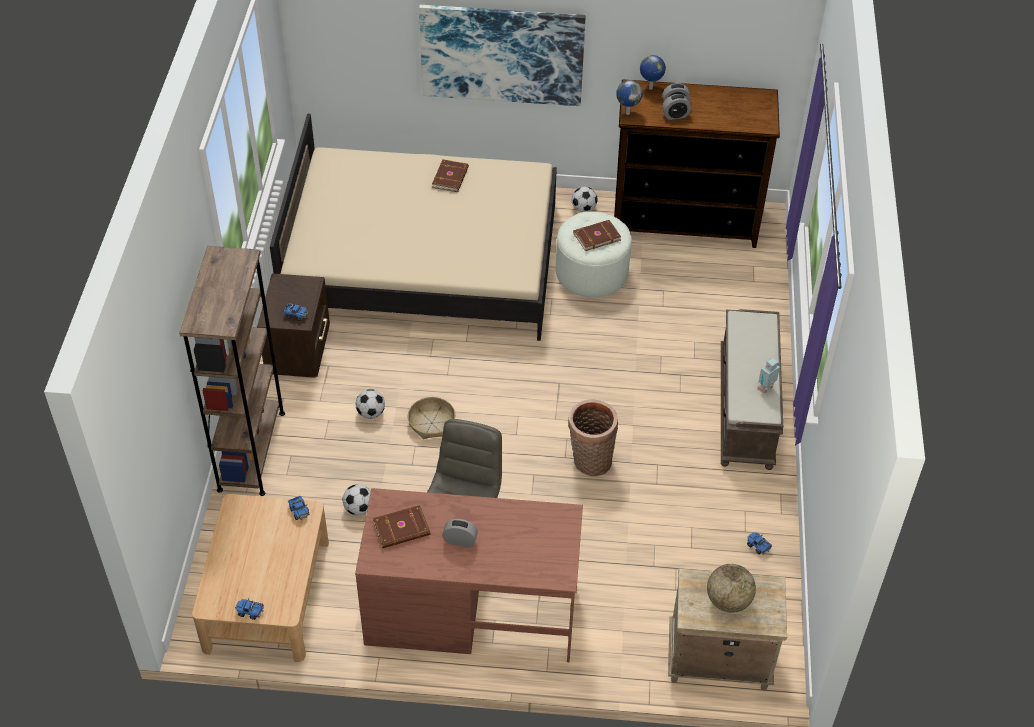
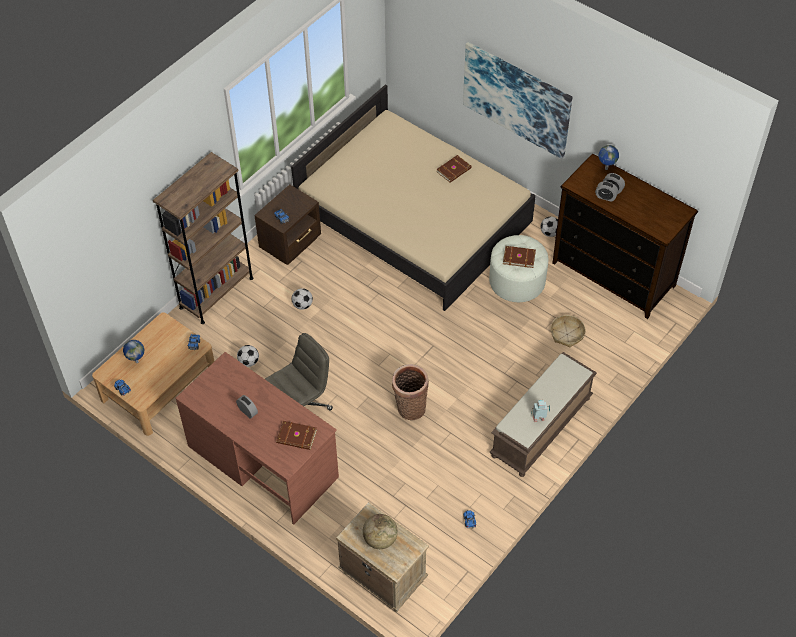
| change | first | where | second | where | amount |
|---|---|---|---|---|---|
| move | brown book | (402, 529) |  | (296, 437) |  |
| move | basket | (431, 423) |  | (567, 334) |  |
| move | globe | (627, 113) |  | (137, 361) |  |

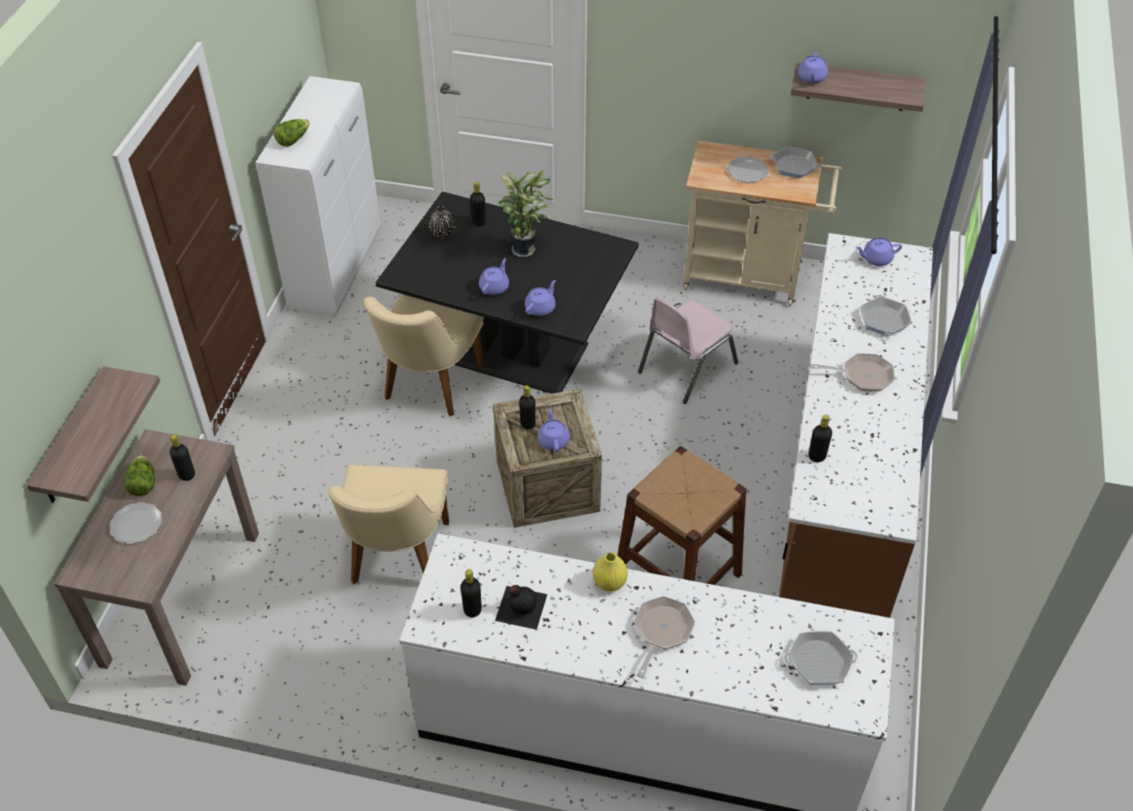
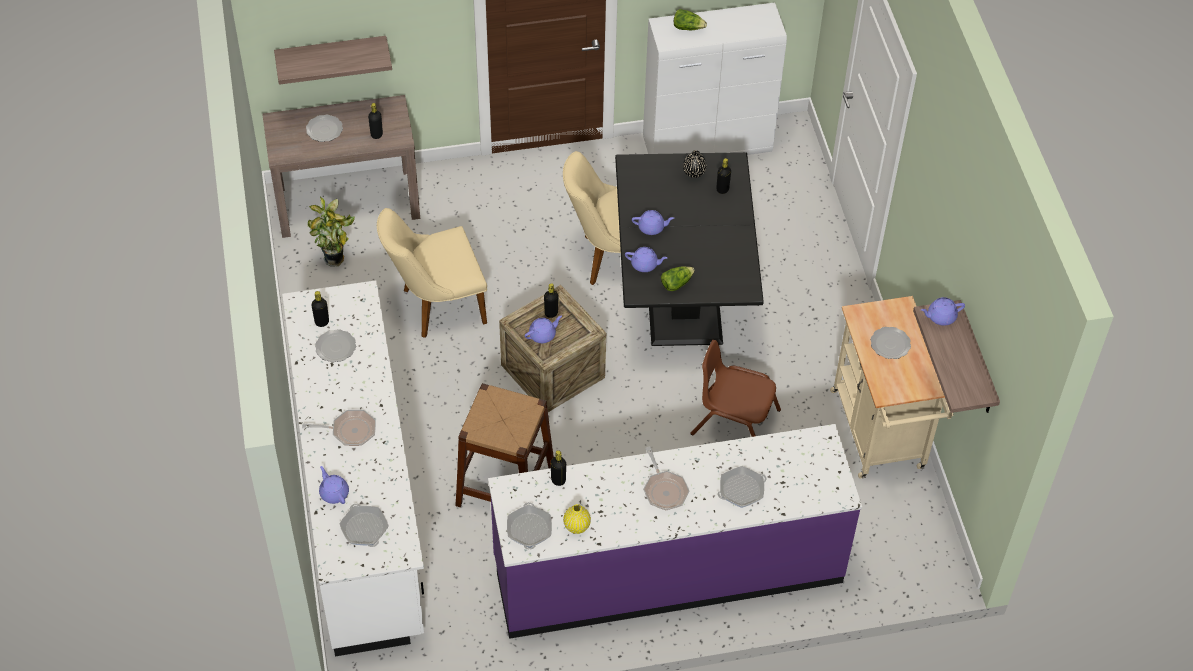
| change | first | where | second | where | amount |
|---|---|---|---|---|---|
| move | lettuce | (142, 483) |  | (676, 283) |  |
| move | potted plant | (525, 248) |  | (336, 260) |  |
| move | yellow vase | (609, 582) |  | (577, 526) |  |
| move | frying pan | (794, 166) |  | (529, 529) |  |
| move | purple teapot | (876, 259) |  | (334, 493) |  |
| replace | black bottle | (520, 606) | plate | (336, 346) |  |
| recolor | pink chair | (686, 367) | brown chair | (735, 422) |  |
| recolor | brown counter | (840, 478) | purple counter | (667, 570) |  |

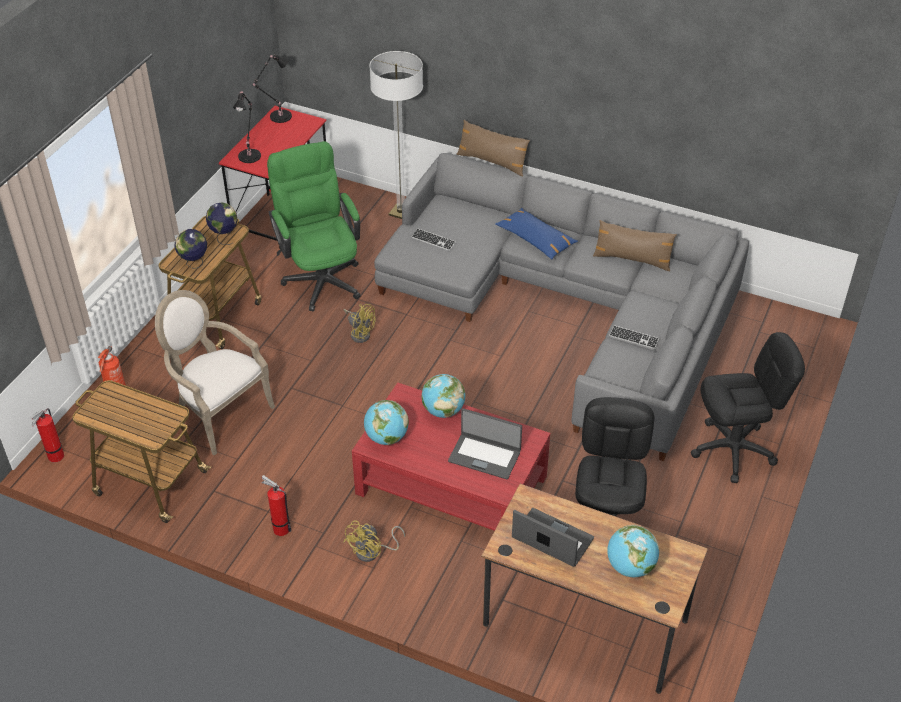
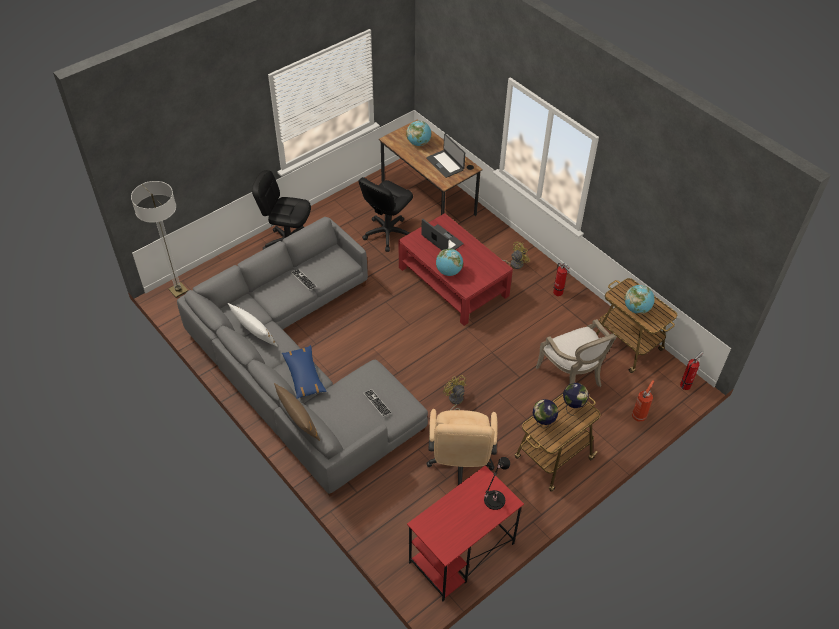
| change | first | where | second | where | amount |
|---|---|---|---|---|---|
| delete | black table lamp | (278, 117) |  |  |  |
| move | globe | (386, 437) |  | (636, 309) |  |
| move | floor lamp | (401, 212) |  | (178, 290) |  |
| recolor | green office chair | (321, 276) | beige office chair | (460, 465) |  |
| recolor | brown pillow | (632, 259) | white pillow | (254, 333) |  |

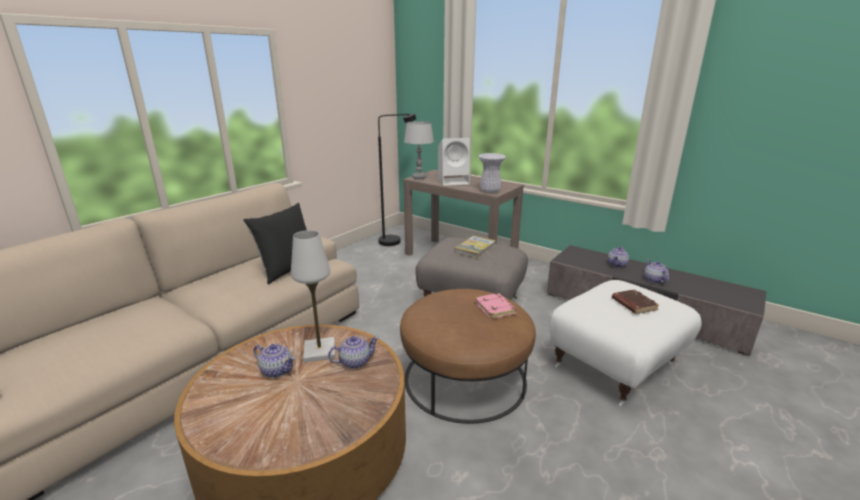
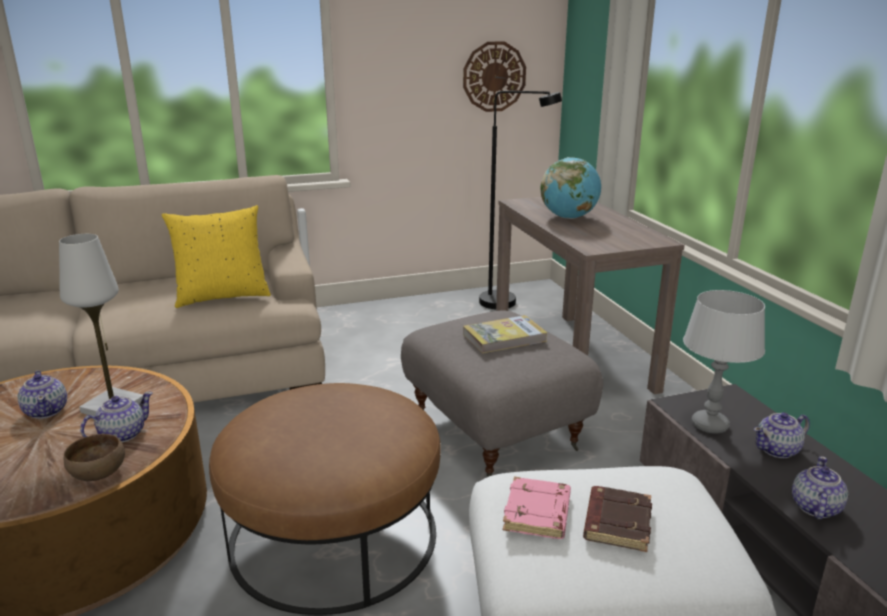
| change | first | where | second | where | amount |
|---|---|---|---|---|---|
| delete | white vase | (489, 191) |  |  |  |
| insert |  |  | brown bowl | (97, 473) |  |
| insert |  |  | wall clock | (494, 76) |  |
| move | grey table lamp | (419, 177) |  | (709, 425) |  |
| move | pink book | (495, 309) |  | (538, 514) |  |
| replace | white speaker | (454, 181) | globe | (568, 217) |  |
| recolor | black pillow | (288, 269) | yellow pillow | (222, 296) |  |
| rotate | teapot | (354, 362) |  | (121, 434) | 60 degrees counterclockwise |

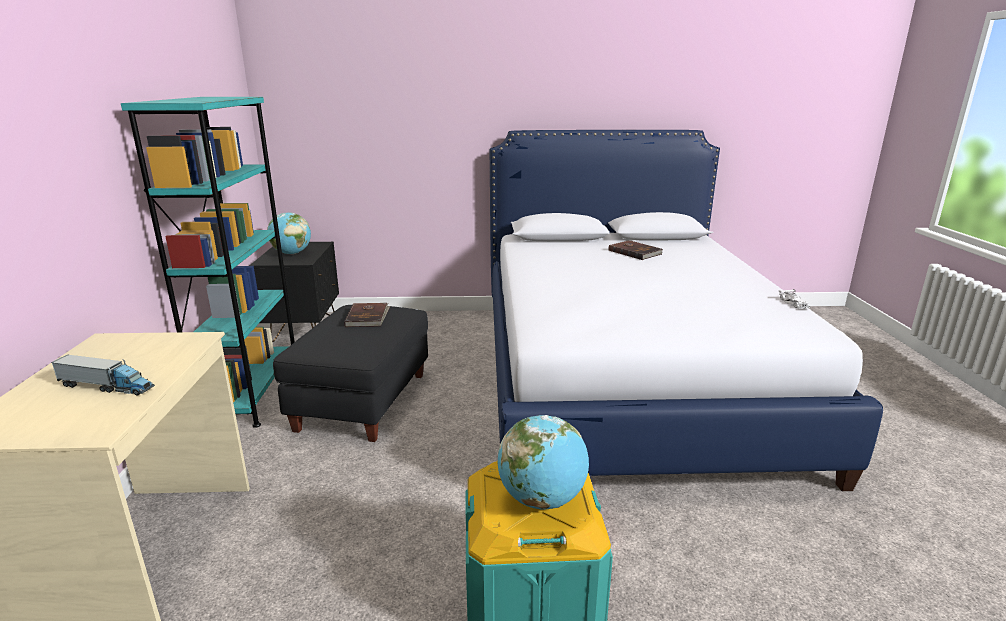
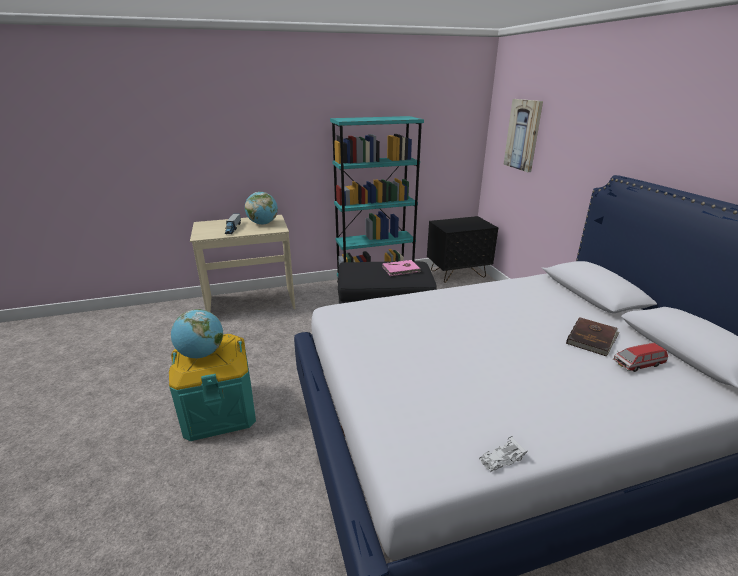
| change | first | where | second | where | amount |
|---|---|---|---|---|---|
| insert |  |  | picture | (523, 135) |  |
| insert |  |  | toy car | (638, 364) |  |
| move | globe | (291, 253) |  | (263, 223) |  |
| recolor | brown book | (368, 317) | pink book | (401, 269) |  |

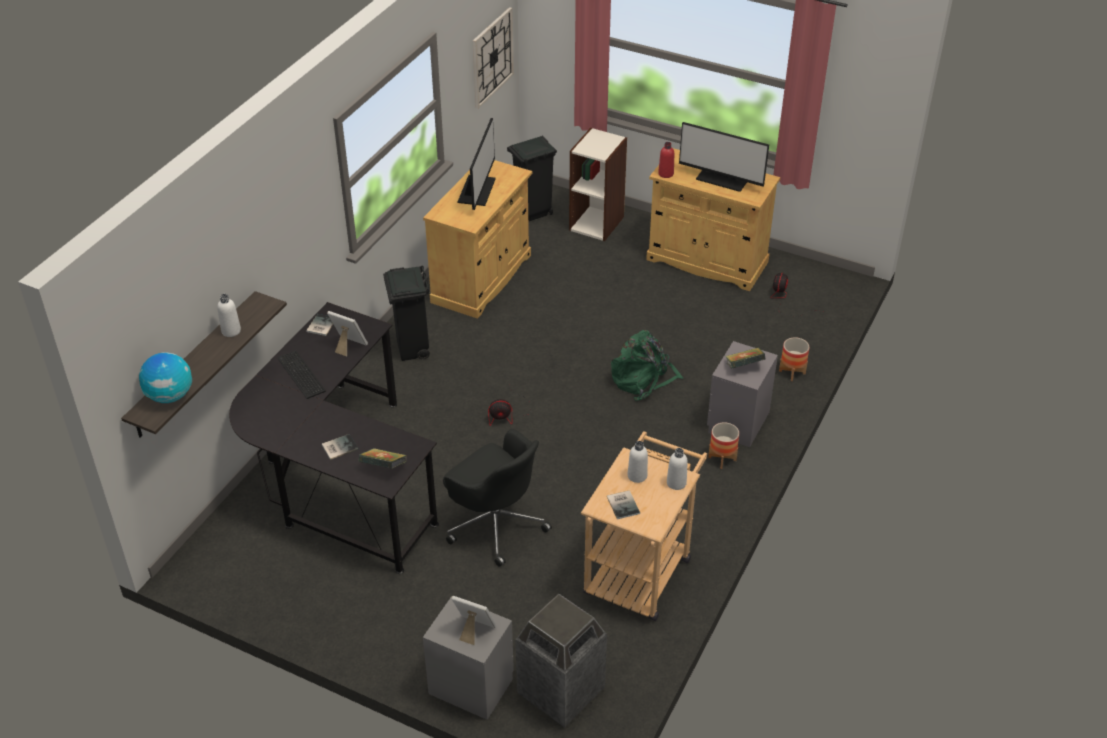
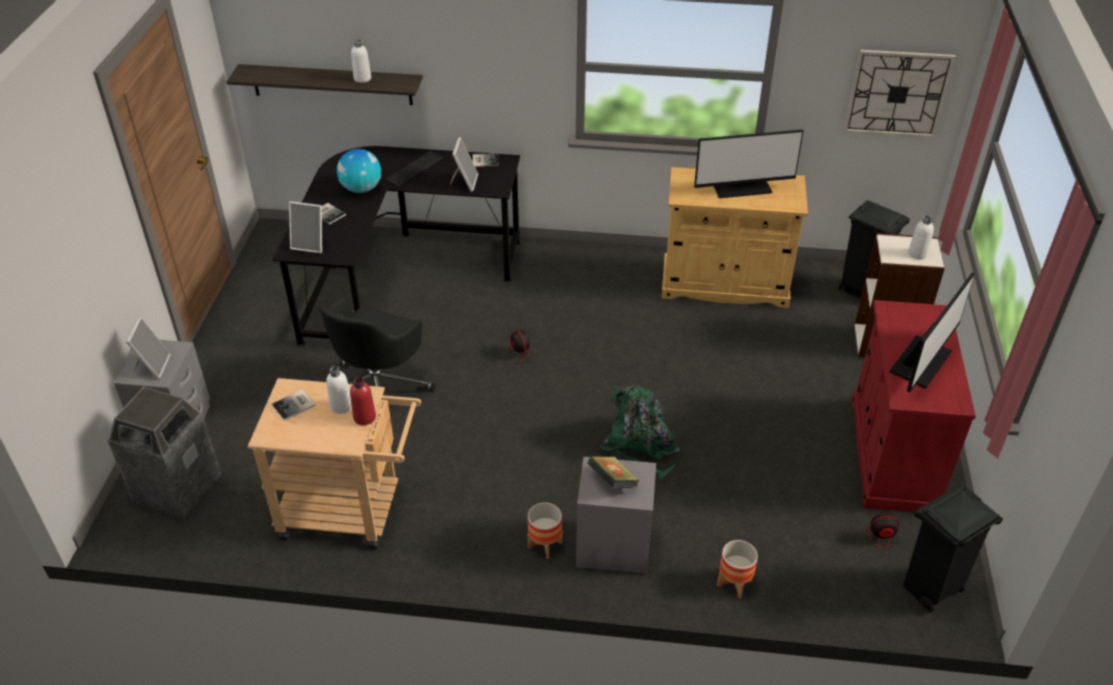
| change | first | where | second | where | amount |
|---|---|---|---|---|---|
| move | globe | (170, 396) |  | (361, 189) |  |
| move | black trash can | (412, 350) |  | (929, 590) |  |
| move | red bottle | (666, 174) |  | (364, 417) |  |
| move | white bottle | (676, 483) |  | (917, 253) |  |
| replace | book | (383, 467) | picture frame | (310, 244) |  |
| recolor | beige cabinet | (707, 261) | red cabinet | (892, 453) |  |
| rotate | monitor | (722, 179) |  | (922, 362) | 150 degrees counterclockwise |

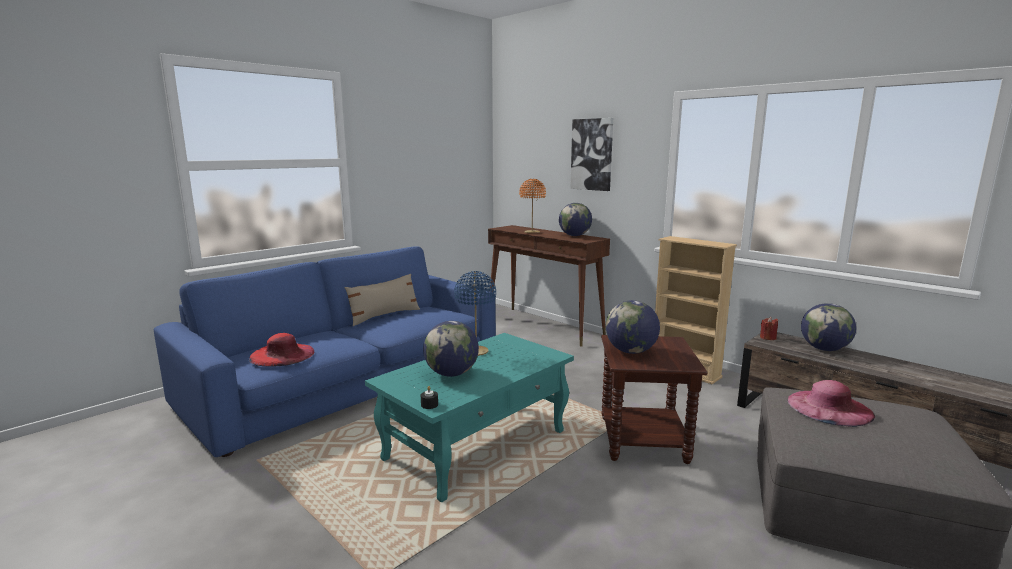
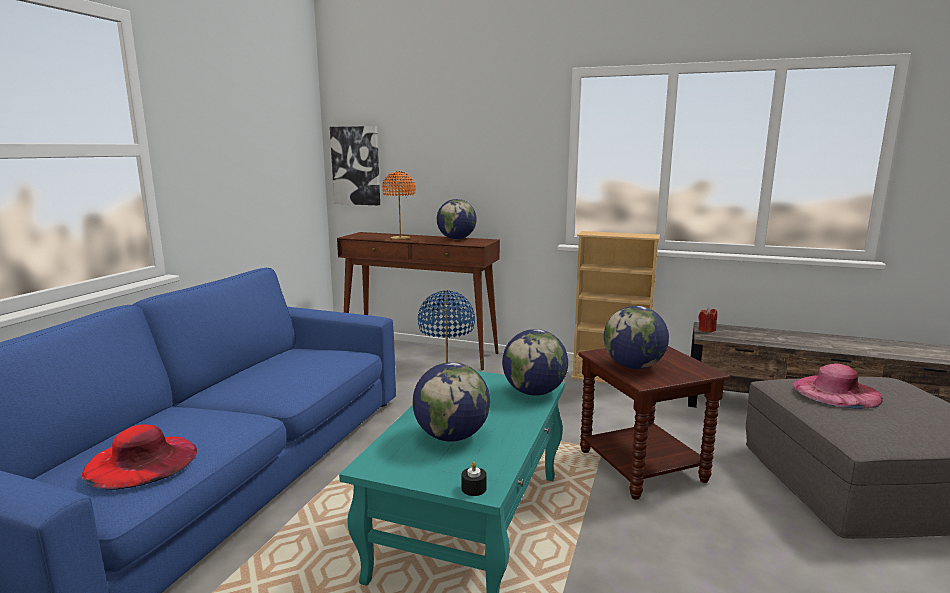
| change | first | where | second | where | amount |
|---|---|---|---|---|---|
| delete | beige pillow | (384, 316) |  |  |  |
| move | picture | (592, 154) |  | (356, 166) |  |
| move | globe | (824, 349) |  | (534, 392) |  |

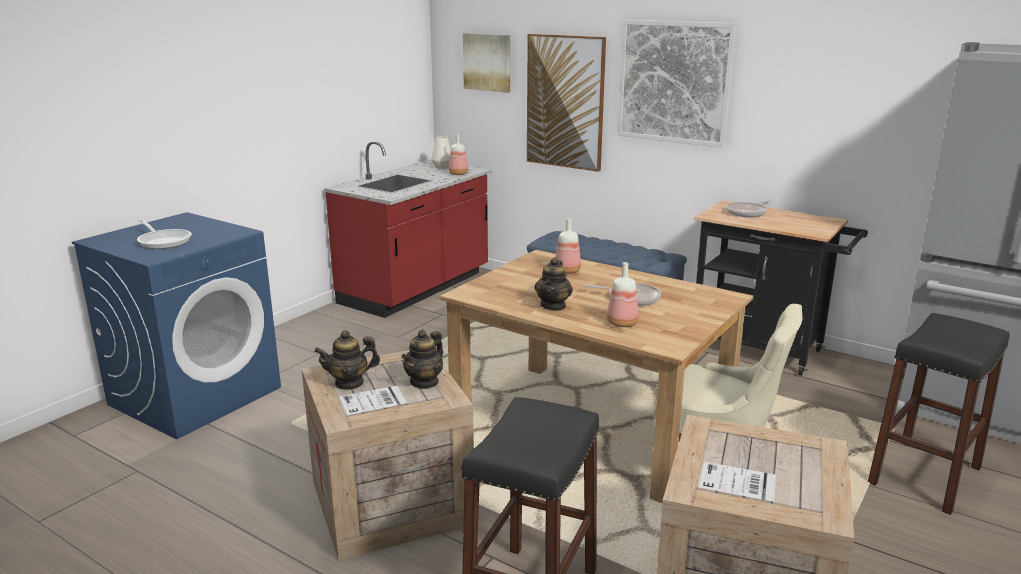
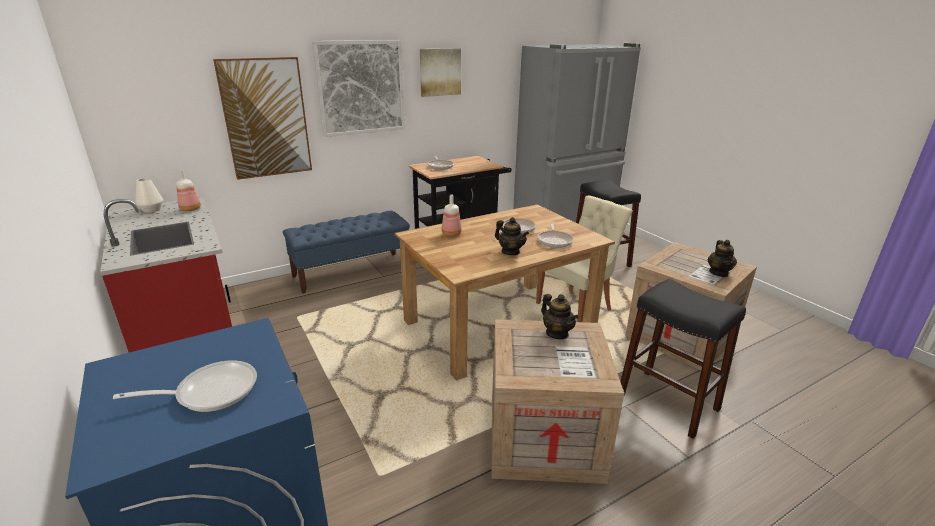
| change | first | where | second | where | amount |
|---|---|---|---|---|---|
| move | teapot | (349, 383) |  | (719, 273) |  |
| move | picture | (487, 62) |  | (440, 72) |  |
| replace | bottle | (623, 323) | frying pan | (554, 241) |  |

